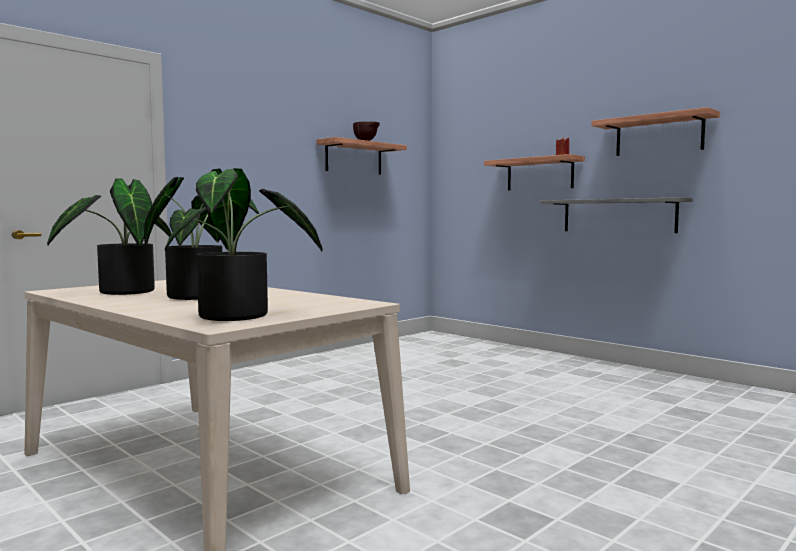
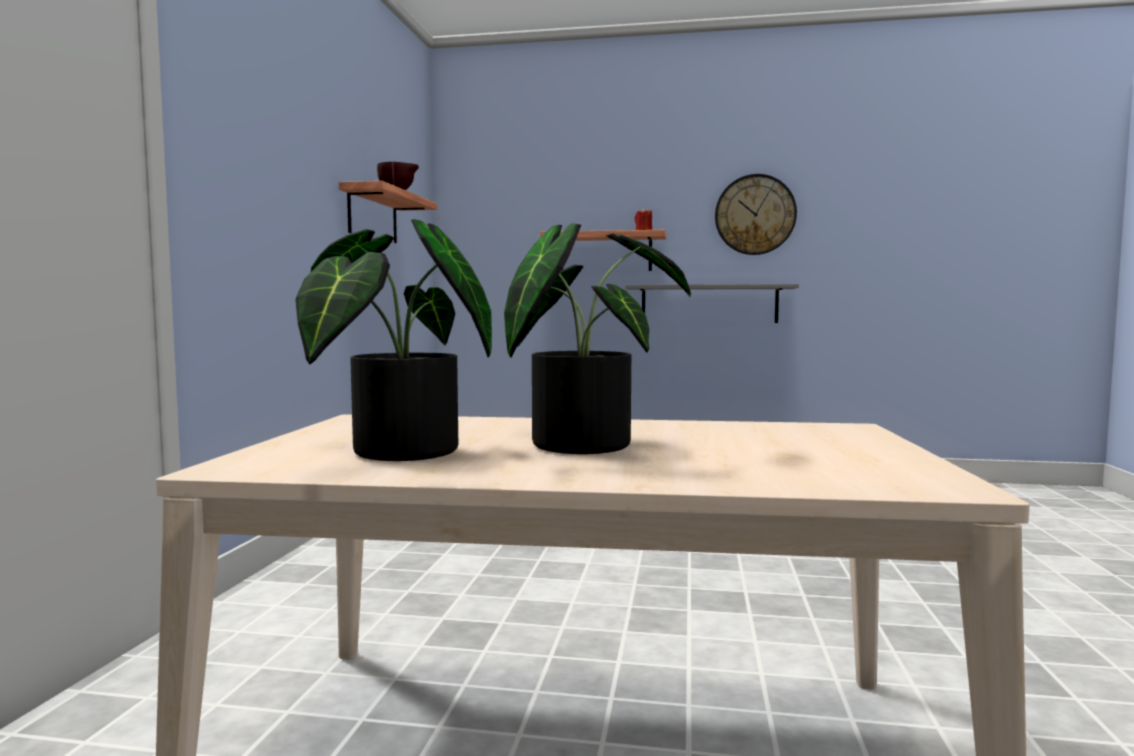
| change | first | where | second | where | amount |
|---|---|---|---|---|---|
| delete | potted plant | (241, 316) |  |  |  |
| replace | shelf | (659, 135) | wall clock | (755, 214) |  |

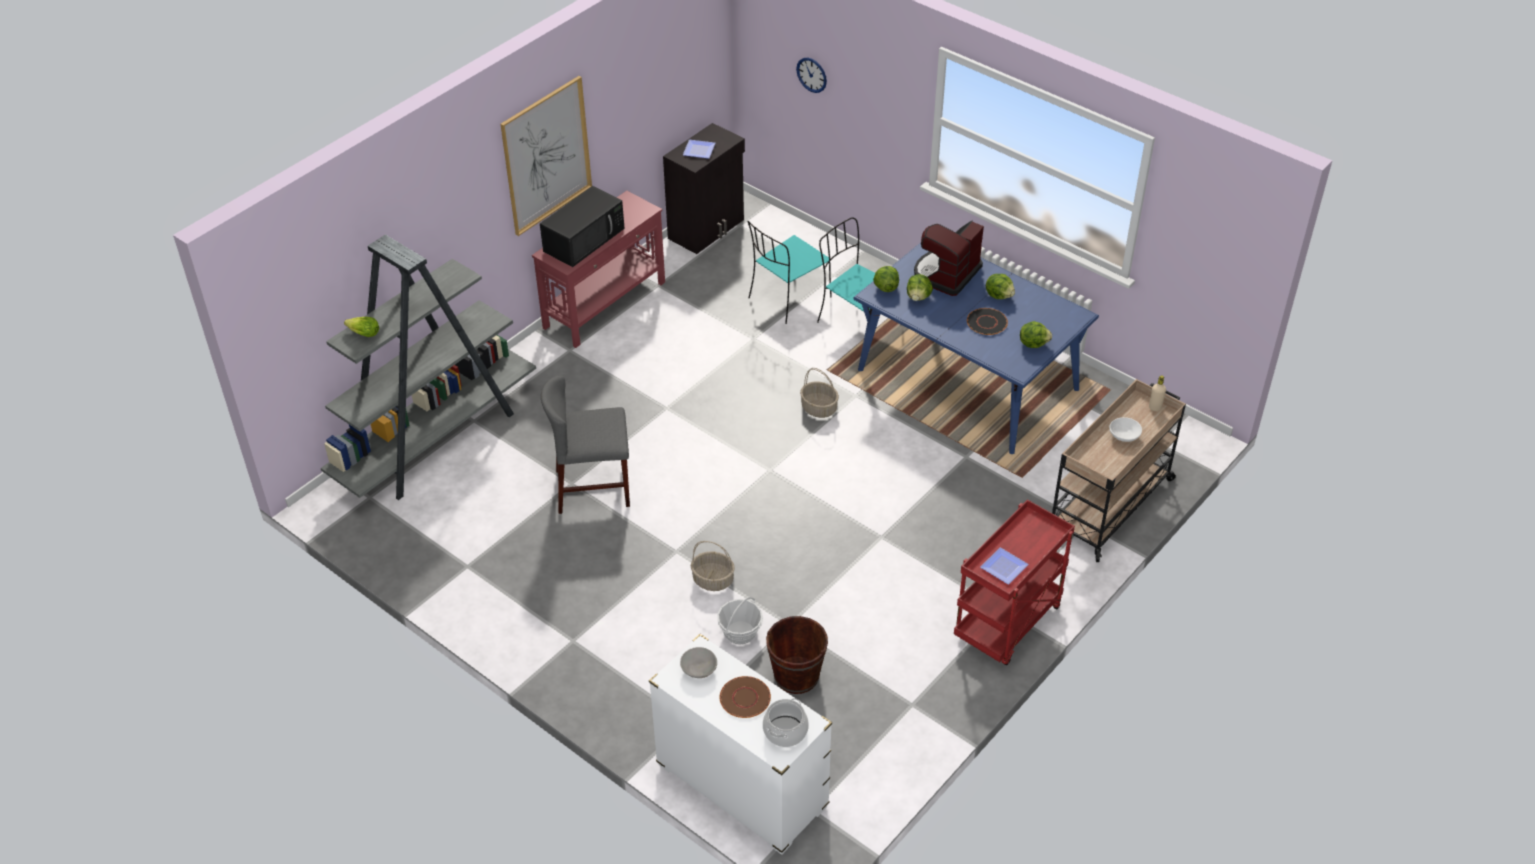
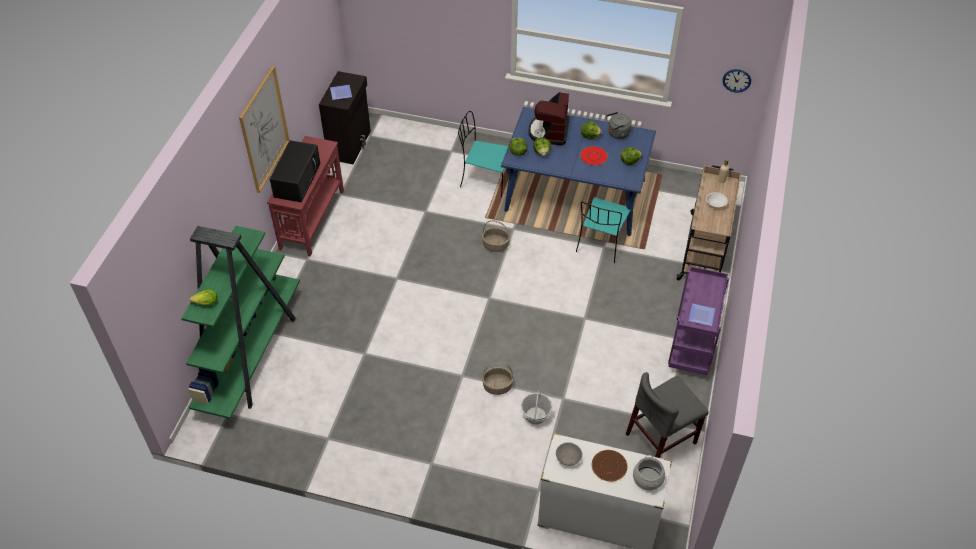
| change | first | where | second | where | amount |
|---|---|---|---|---|---|
| delete | brown bucket | (796, 676) |  |  |  |
| insert |  |  | grey kettle | (617, 134) |  |
| move | grey chair | (593, 488) |  | (661, 438) |  |
| move | turquoise chair | (788, 298) |  | (601, 243) |  |
| move | wall clock | (811, 75) |  | (736, 80) |  |
| recolor | grey bookcase | (436, 439) | green bookcase | (251, 354) |  |
| recolor | red cart | (1007, 625) | purple cart | (692, 348) |  |
| recolor | black plate | (986, 322) | red plate | (593, 156) |  |

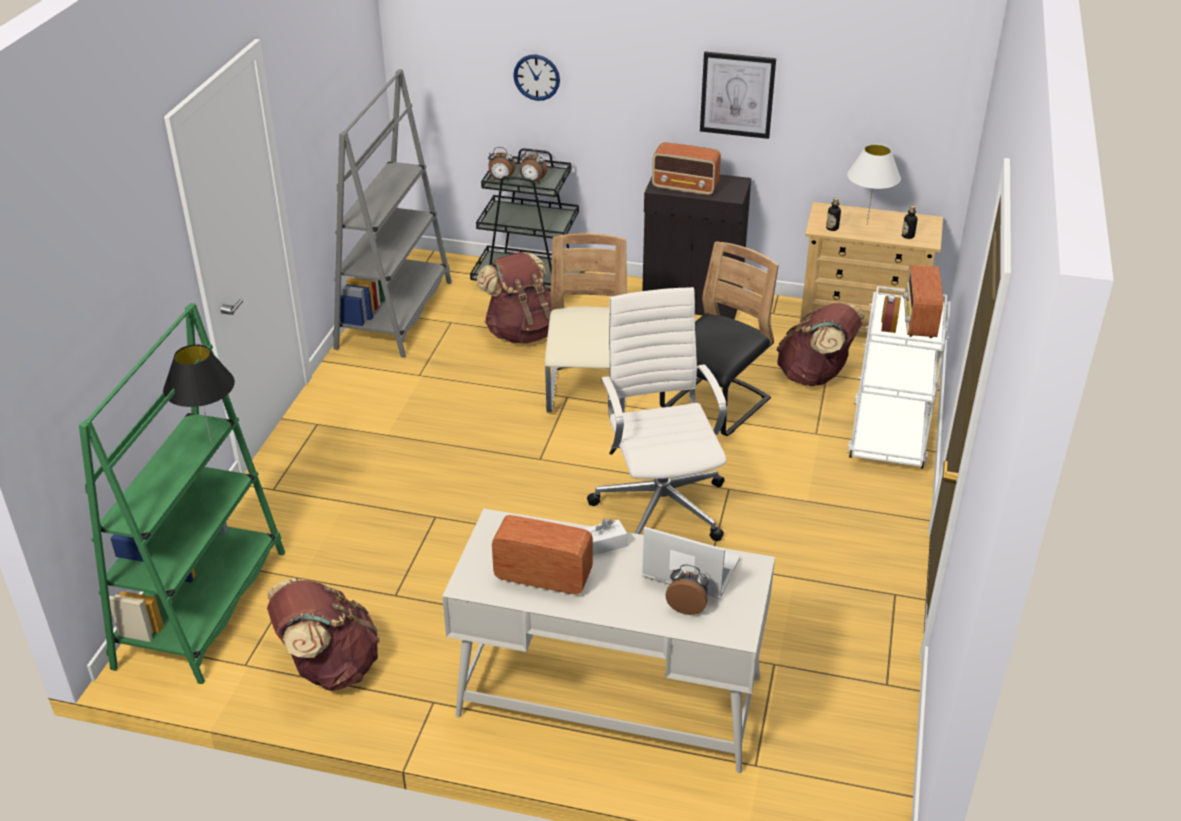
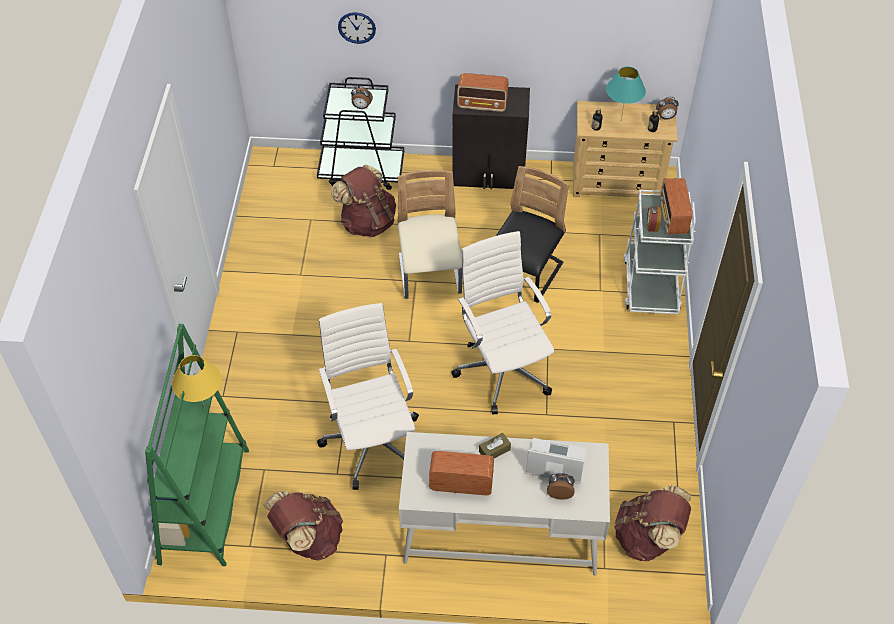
| change | first | where | second | where | amount |
|---|---|---|---|---|---|
| delete | grey bookcase | (395, 315) |  |  |  |
| delete | picture | (737, 95) |  |  |  |
| insert |  |  | white office chair | (372, 440) |  |
| move | alarm clock | (501, 179) |  | (665, 117) |  |
| move | brown backpack | (815, 376) |  | (647, 538) |  |
| recolor | black table lamp | (211, 443) | yellow table lamp | (205, 410) |  |
| recolor | white tissue box | (603, 544) | brown tissue box | (494, 450) |  |
| recolor | white table lamp | (867, 225) | turquoise table lamp | (621, 120) |  |

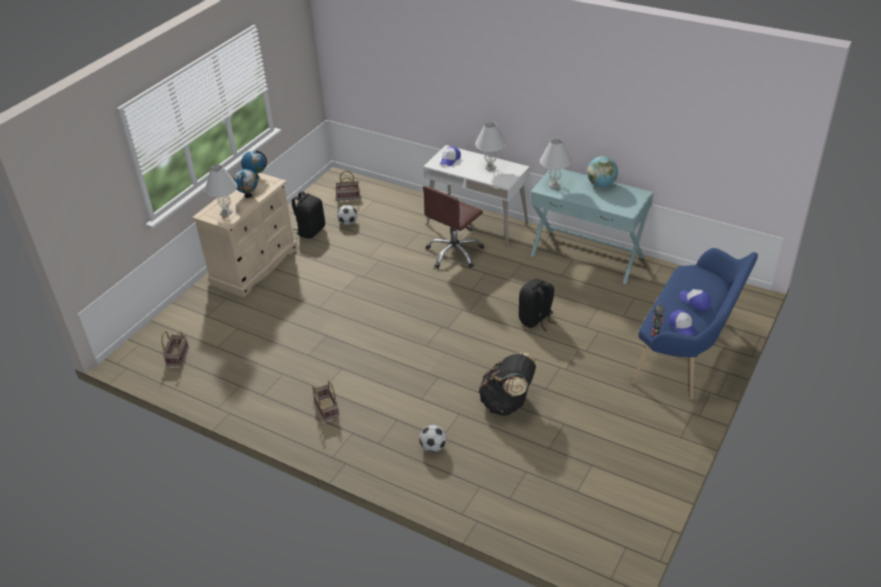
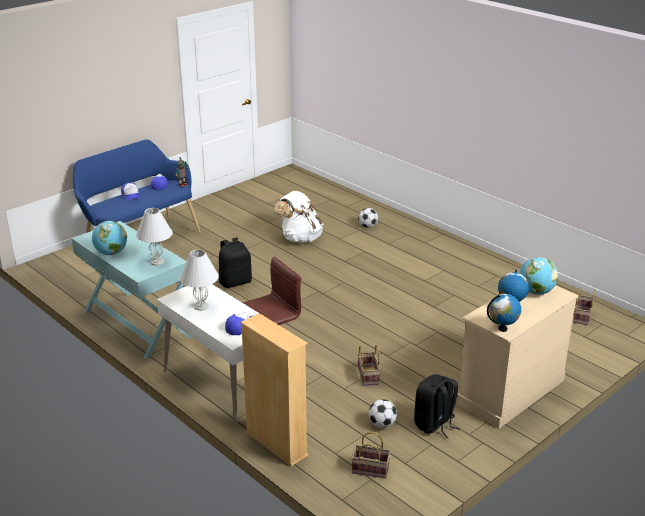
| change | first | where | second | where | amount |
|---|---|---|---|---|---|
| insert |  |  | beige bookcase | (276, 444) |  |
| move | basket | (326, 408) |  | (369, 376) |  |
| replace | white table lamp | (226, 212) | globe | (536, 292) |  |
| recolor | black backpack | (507, 403) | white backpack | (300, 238) |  |

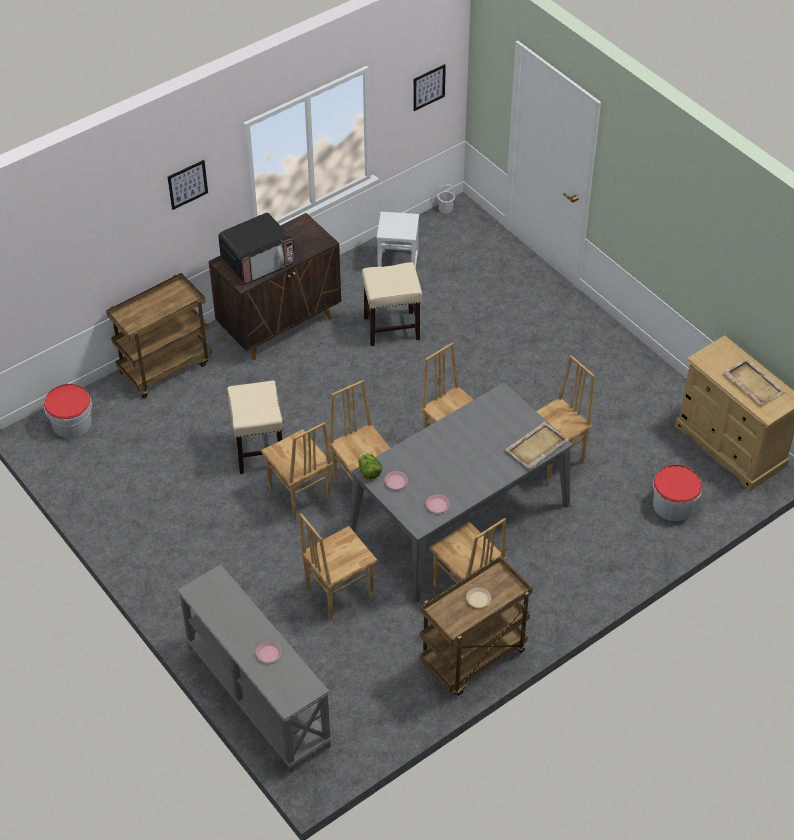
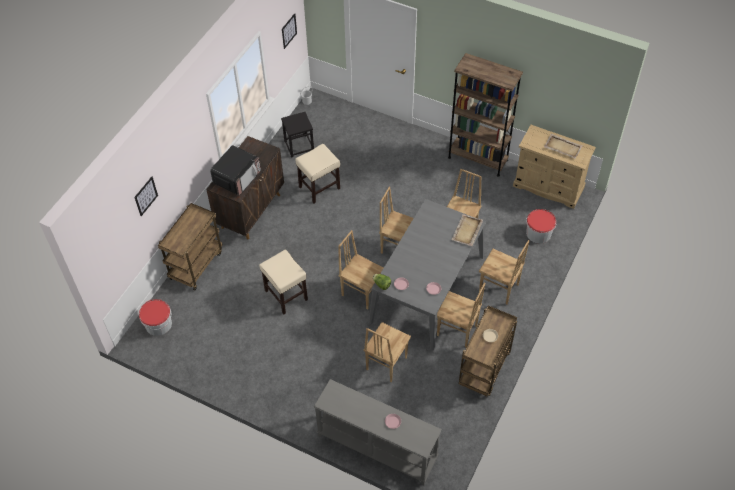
| change | first | where | second | where | amount |
|---|---|---|---|---|---|
| insert |  |  | brown bookcase | (478, 159) |  |
| move | picture | (187, 184) |  | (146, 196) |  |
| move | brown chair | (299, 496) |  | (498, 289) |  |
| recolor | white stool | (398, 263) | black stool | (299, 145) |  |

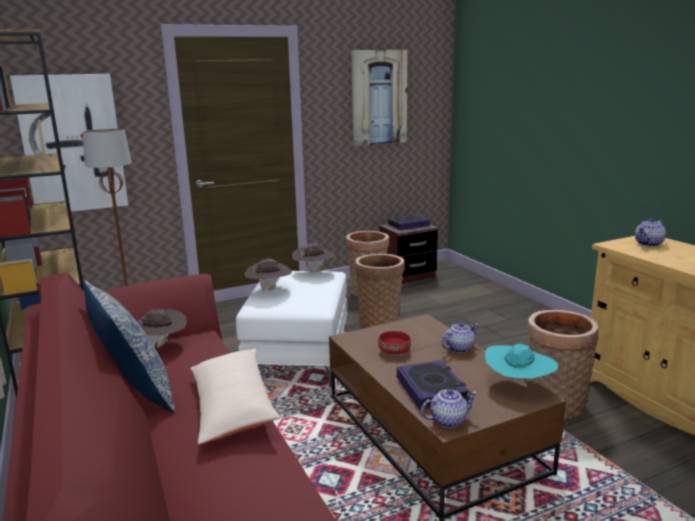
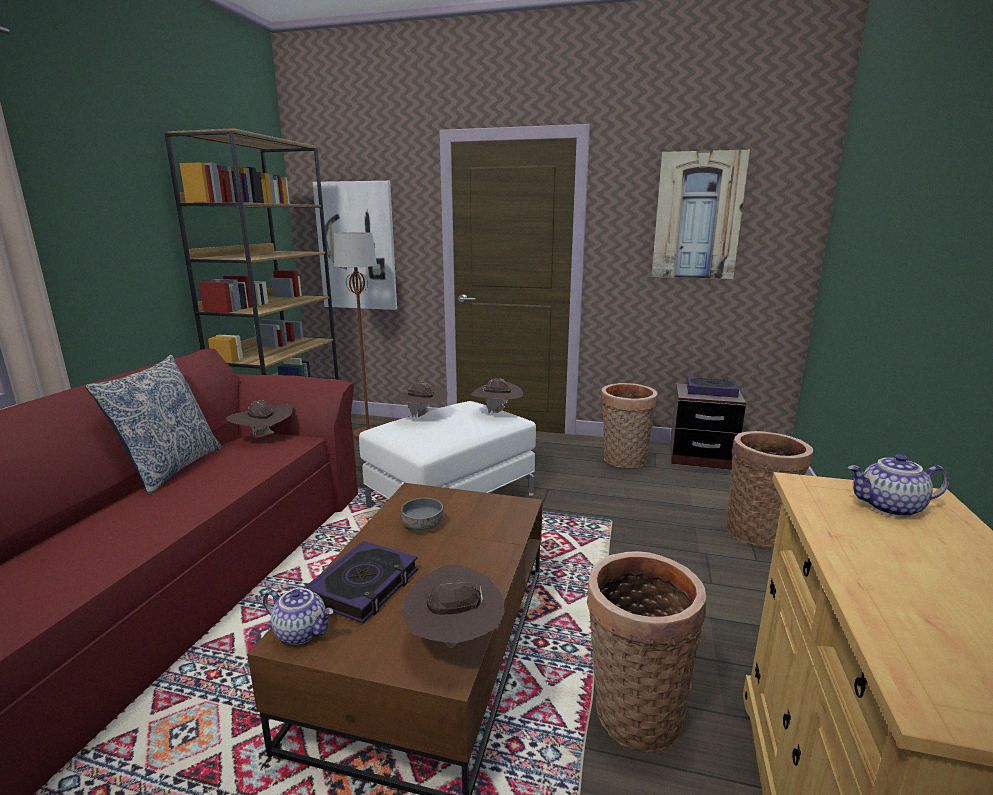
| change | first | where | second | where | amount |
|---|---|---|---|---|---|
| delete | beige pillow | (232, 406) |  |  |  |
| delete | teapot | (459, 348) |  |  |  |
| move | basket | (379, 324) |  | (757, 531) |  |
| recolor | red bowl | (395, 351) | grey bowl | (423, 525) |  |
| recolor | turquoise hat | (518, 385) | brown hat | (454, 640) |  |

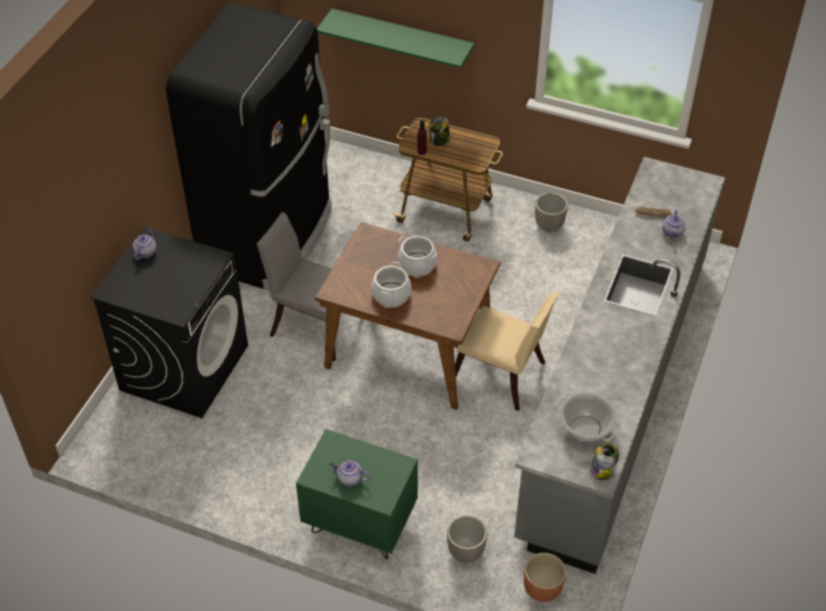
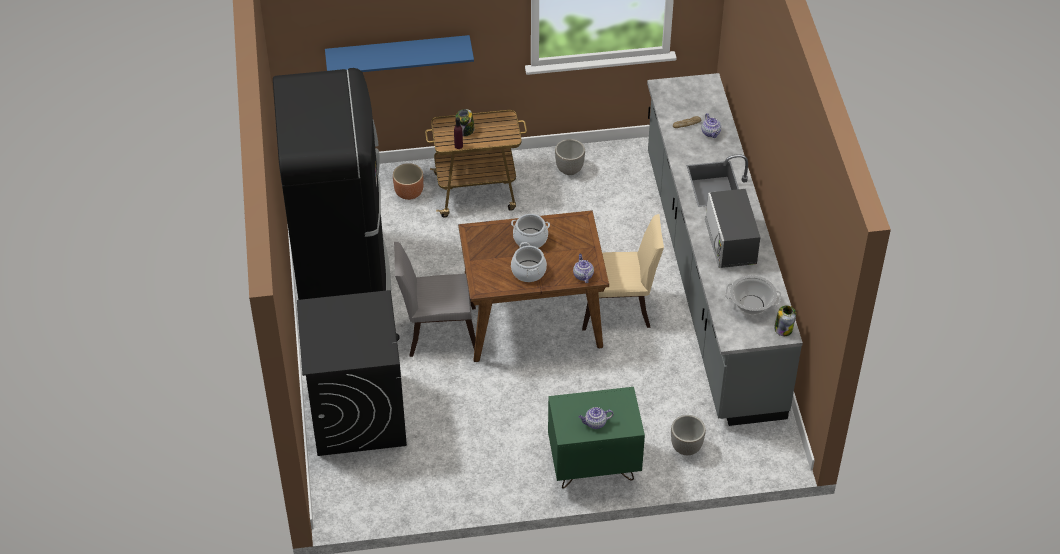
| change | first | where | second | where | amount |
|---|---|---|---|---|---|
| insert |  |  | microwave | (730, 243) |  |
| move | teapot | (146, 252) |  | (582, 275) |  |
| move | brown planter | (542, 588) |  | (408, 192) |  |
| recolor | green shelf | (402, 38) | blue shelf | (398, 53) |  |

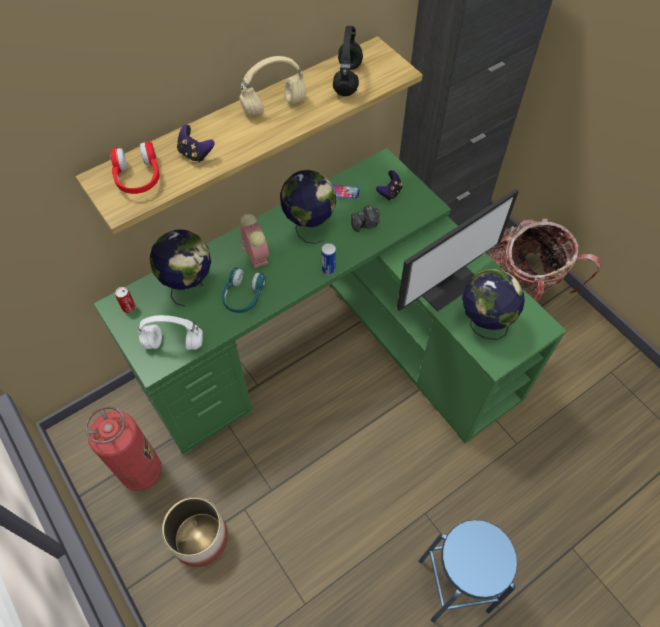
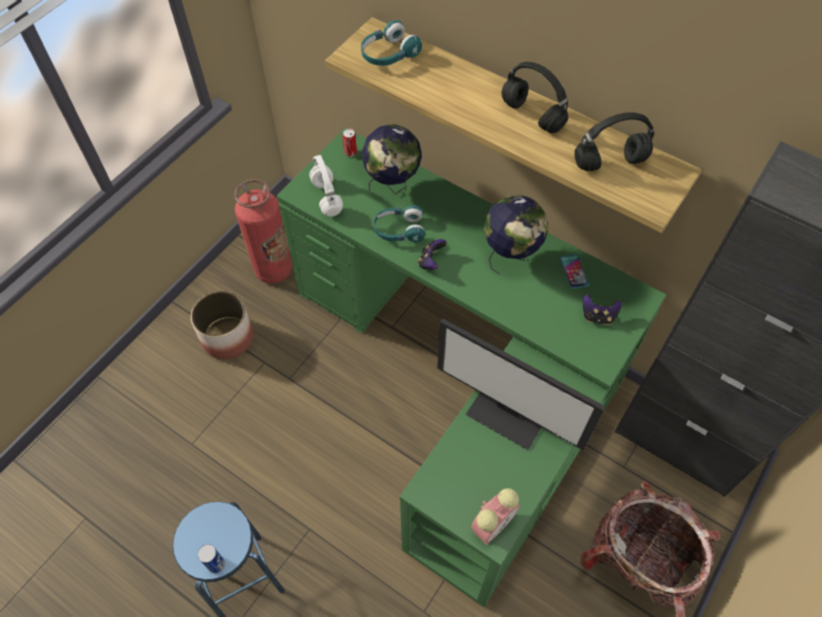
| change | first | where | second | where | amount |
|---|---|---|---|---|---|
| delete | photo camera | (366, 224) |  |  |  |
| delete | globe | (483, 323) |  |  |  |
| move | game controller | (195, 154) |  | (431, 261) |  |
| move | alarm clock | (255, 254) |  | (493, 523) |  |
| move | can | (328, 270) |  | (216, 564) |  |
| recolor | red headphones | (138, 177) | turquoise headphones | (389, 54) |  |
| recolor | beige headphones | (273, 107) | black headphones | (531, 115) |  |

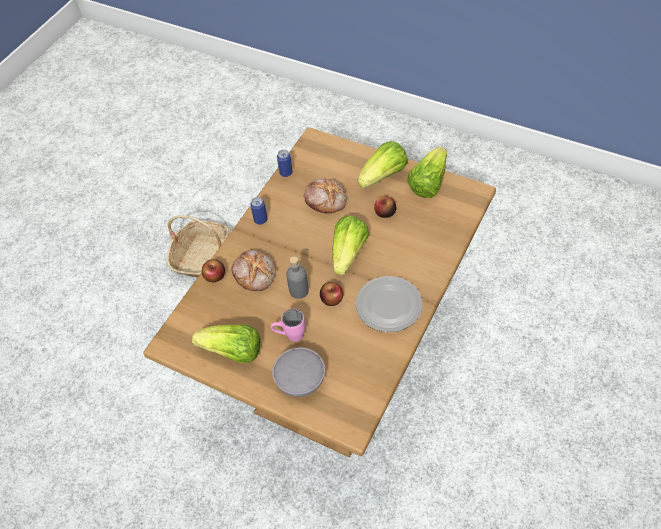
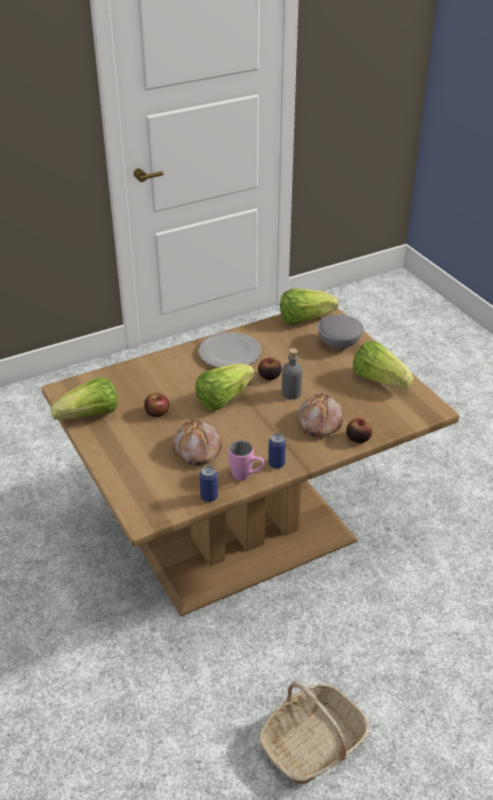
| change | first | where | second | where | amount |
|---|---|---|---|---|---|
| move | pink mug | (290, 336) |  | (246, 476) |  |
| move | lettuce | (383, 176) |  | (304, 319) |  |

